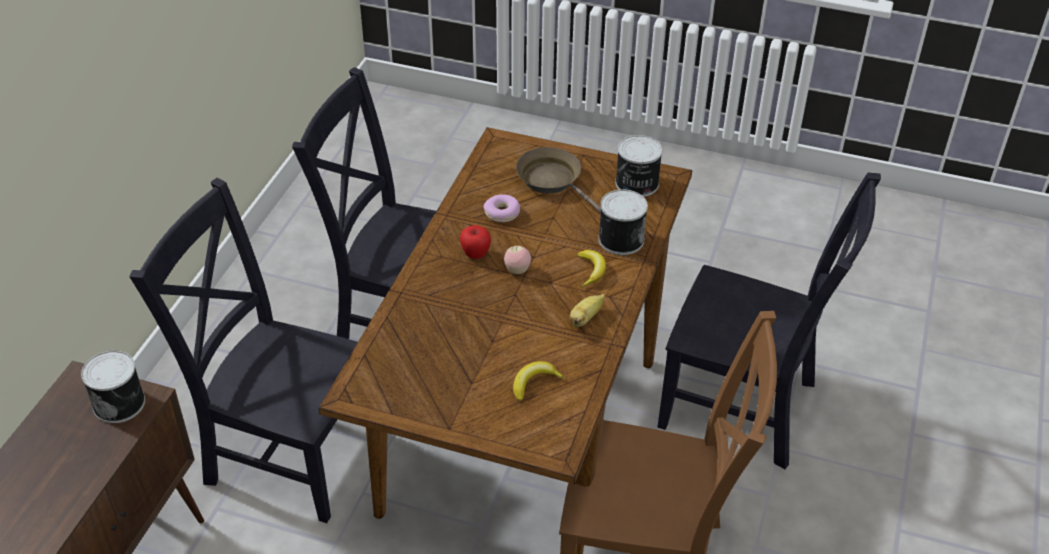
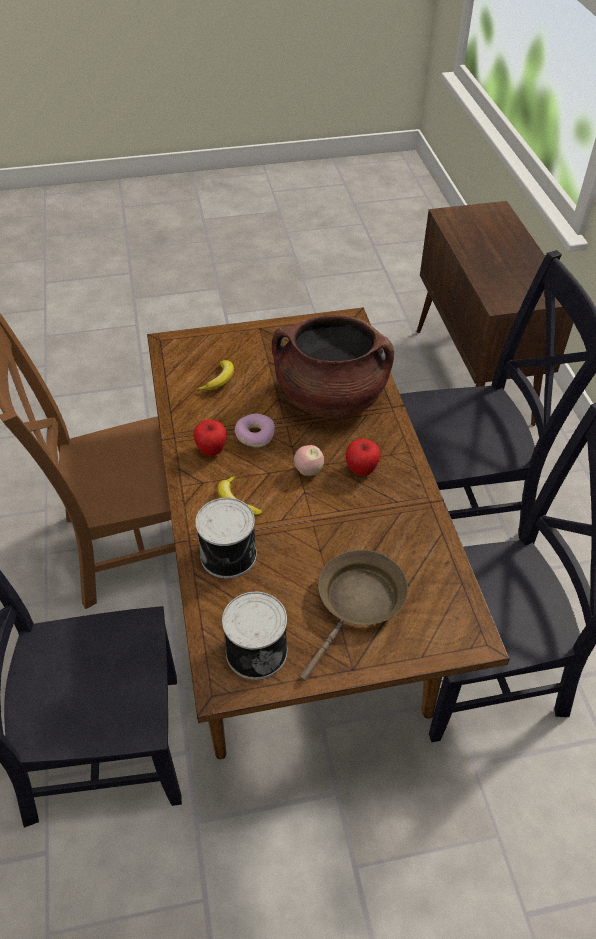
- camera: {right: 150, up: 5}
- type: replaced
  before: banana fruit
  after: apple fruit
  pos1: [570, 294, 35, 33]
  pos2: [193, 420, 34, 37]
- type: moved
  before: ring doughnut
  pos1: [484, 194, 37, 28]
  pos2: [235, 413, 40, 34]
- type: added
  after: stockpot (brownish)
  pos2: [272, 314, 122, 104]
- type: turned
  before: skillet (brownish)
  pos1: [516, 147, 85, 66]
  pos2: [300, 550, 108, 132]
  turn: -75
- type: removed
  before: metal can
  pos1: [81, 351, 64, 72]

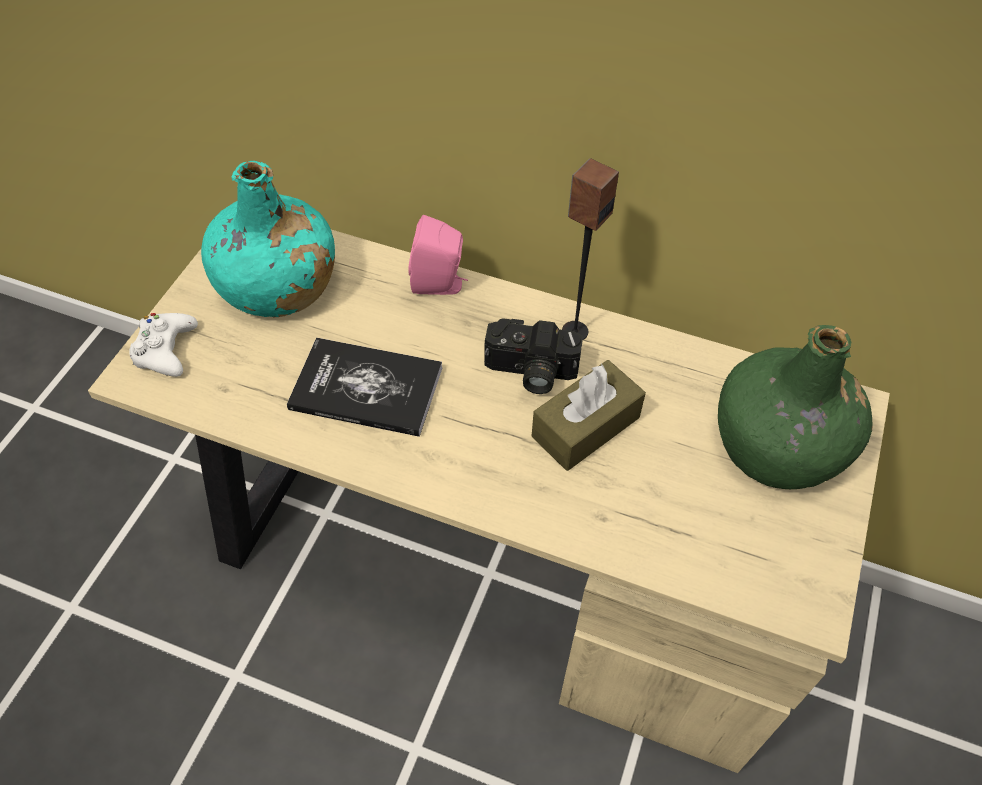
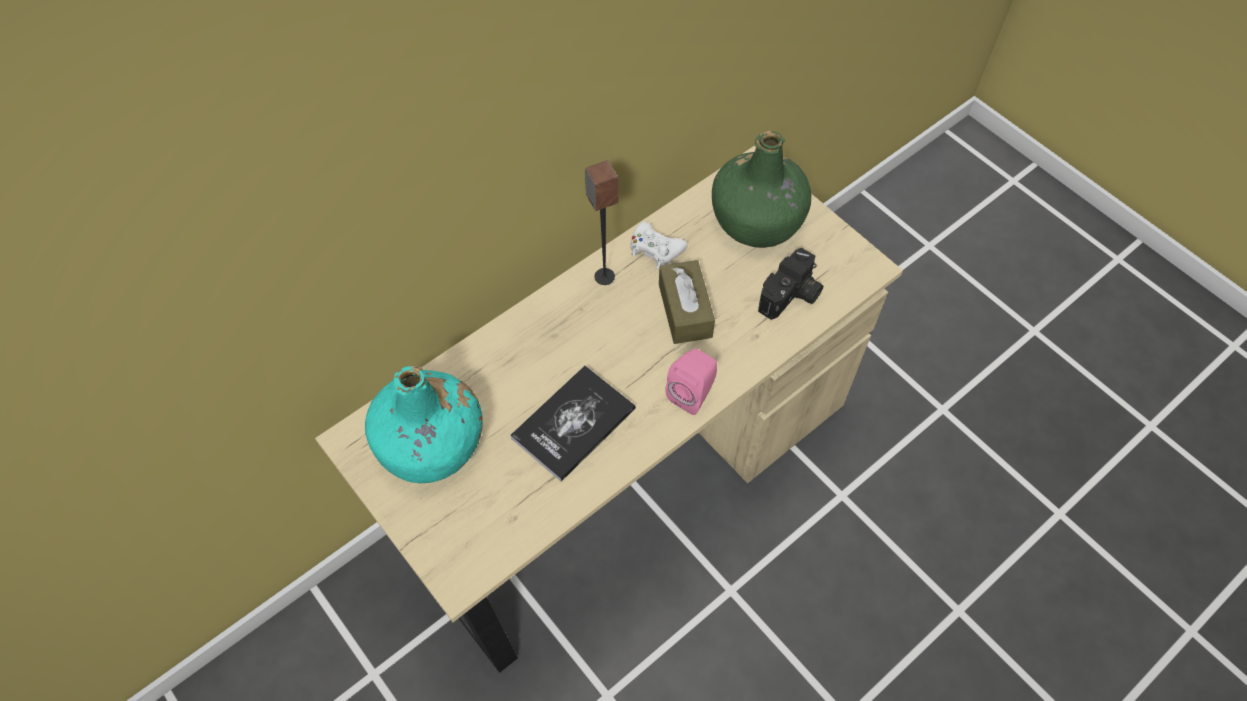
- camera: {right: -60, up: 5}
- type: moved
  before: joypad (white)
  pos1: [129, 313, 69, 64]
  pos2: [630, 221, 58, 48]
- type: moved
  before: audio speaker (pink)
  pos1: [408, 215, 60, 80]
  pos2: [665, 349, 52, 66]
- type: moved
  before: still camera
  pos1: [484, 319, 99, 75]
  pos2: [758, 248, 65, 72]

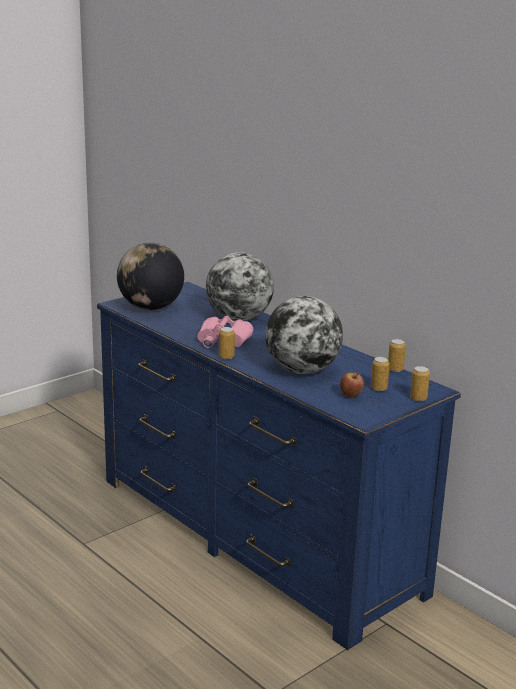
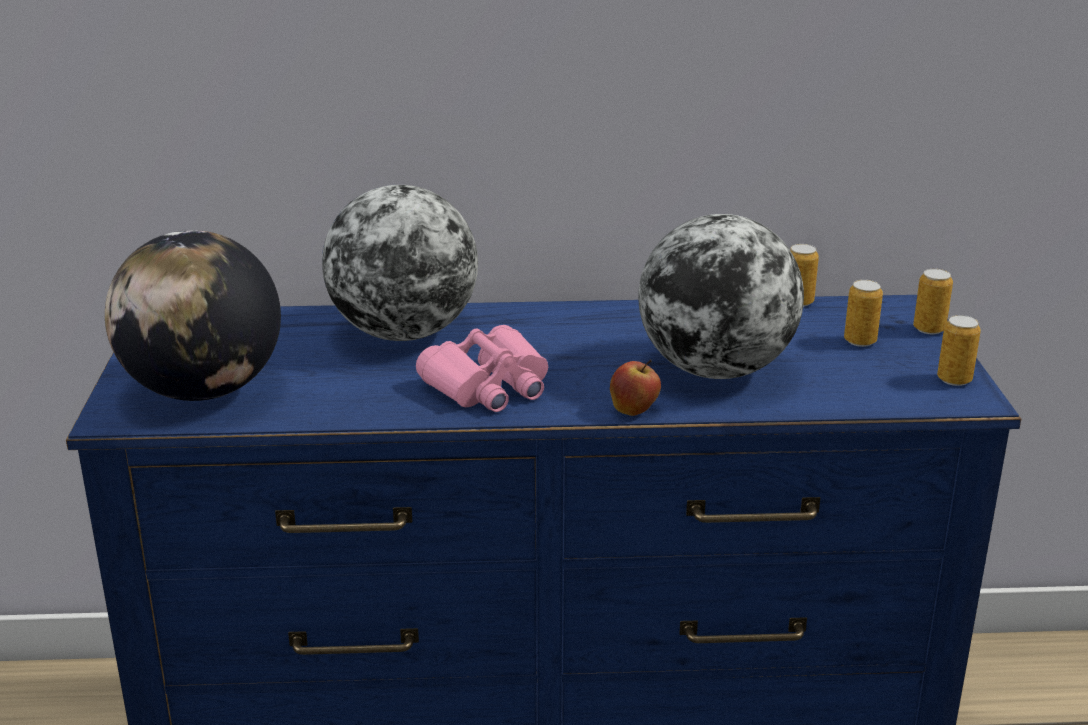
- camera: {right: -50, up: 5}
- type: moved
  before: apple fruit
  pos1: [340, 372, 24, 26]
  pos2: [610, 360, 51, 56]
- type: moved
  before: metal can
  pos1: [219, 327, 16, 32]
  pos2: [937, 315, 44, 71]

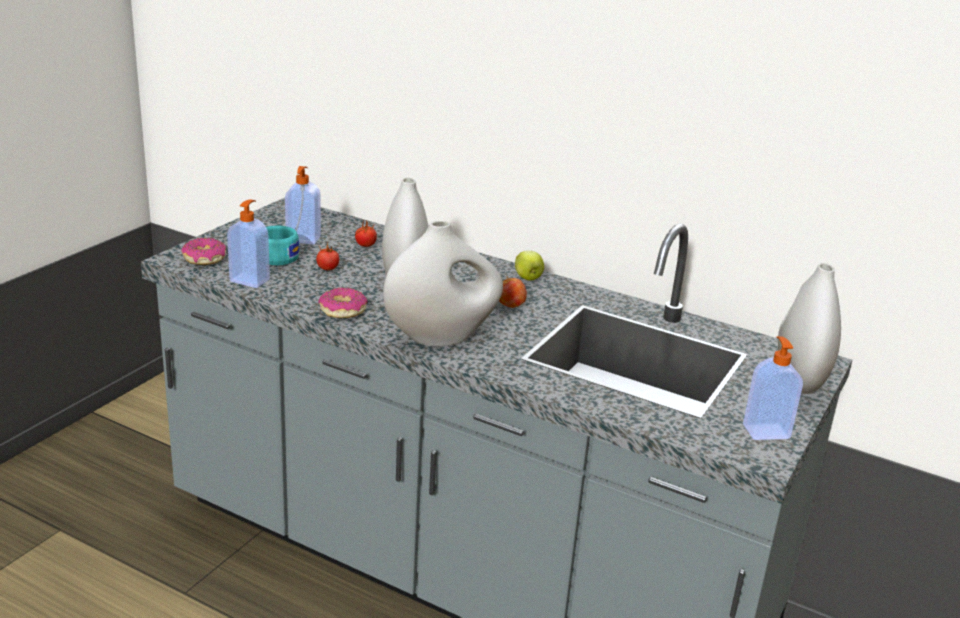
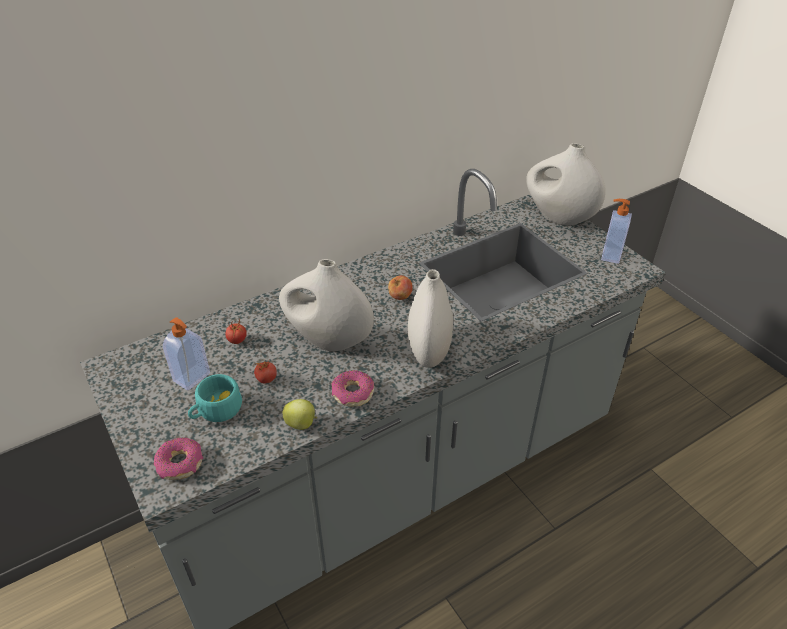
- camera: {right: -60, up: 15}
- type: moved
  before: apple fruit
  pos1: [515, 251, 29, 30]
  pos2: [283, 399, 35, 31]
- type: removed
  before: soap bottle
  pos1: [227, 199, 43, 89]

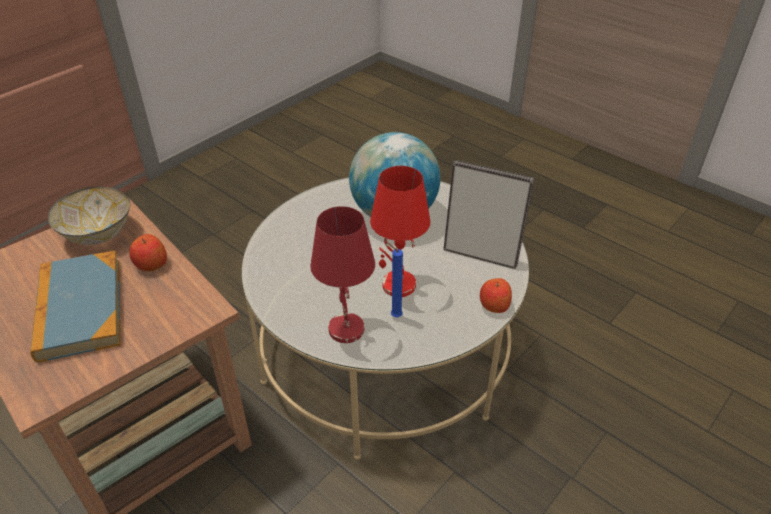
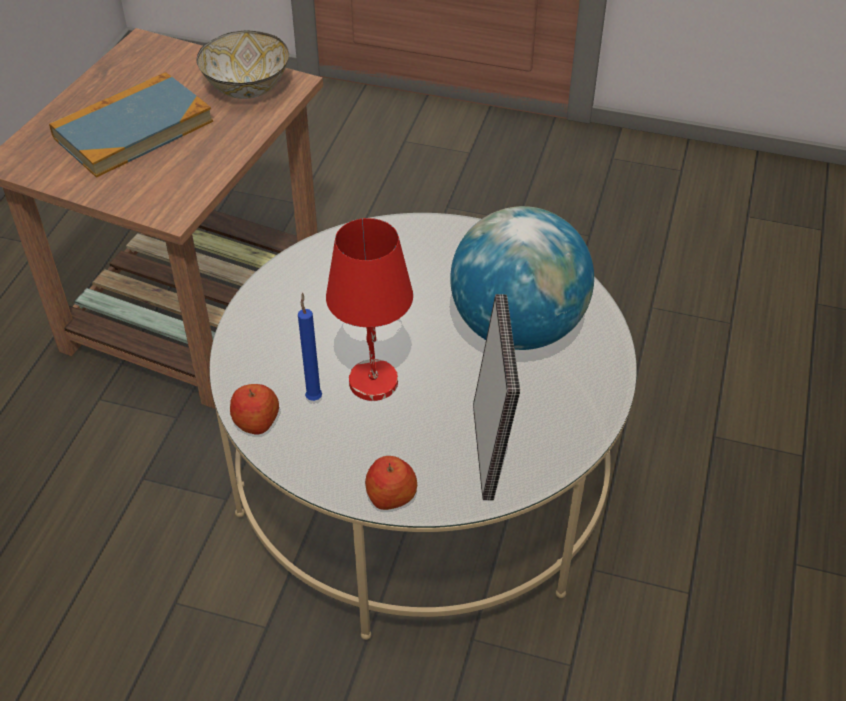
- camera: {right: 65, up: 5}
- type: moved
  before: apple fruit
  pos1: [129, 234, 38, 37]
  pos2: [230, 384, 49, 50]
- type: removed
  before: lamp for a table (red)
  pos1: [310, 206, 65, 137]

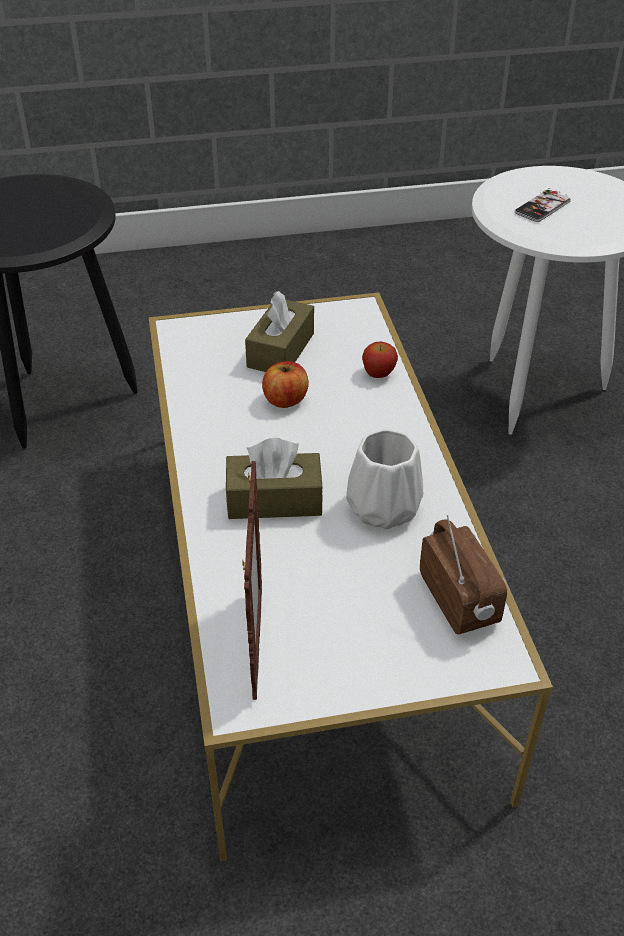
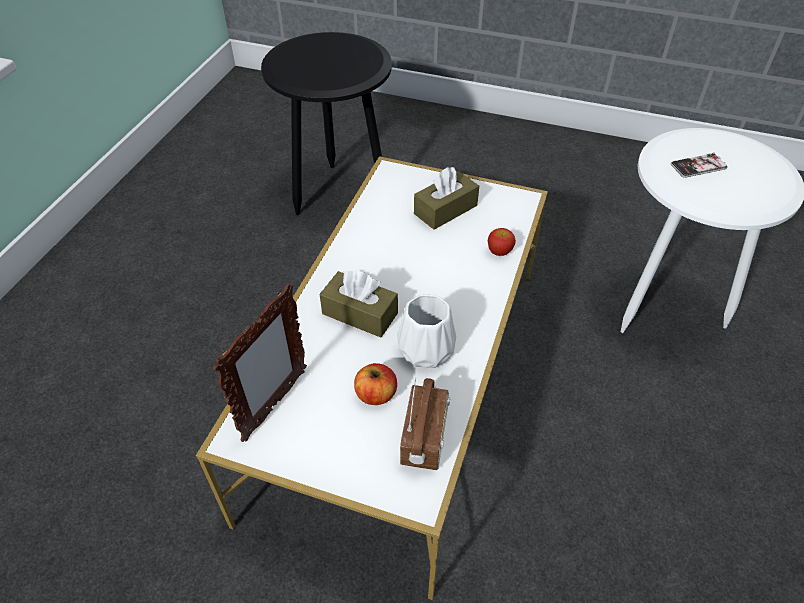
- camera: {right: 30, up: 5}
- type: moved
  before: apple fruit
  pos1: [262, 361, 47, 47]
  pos2: [354, 363, 43, 42]

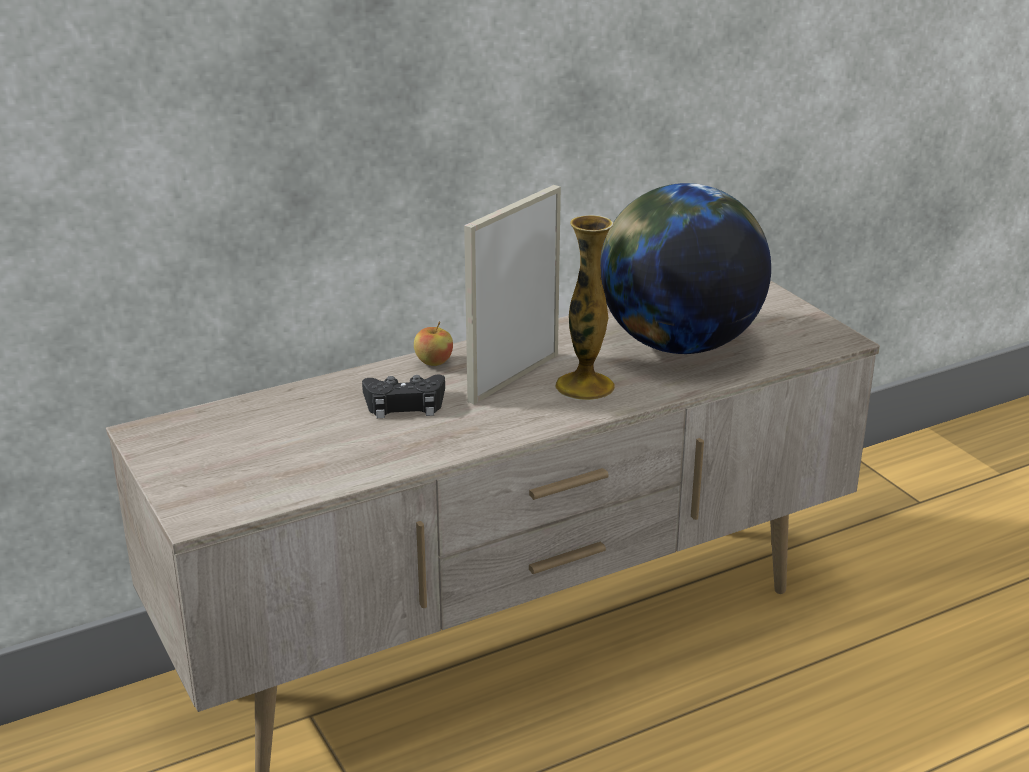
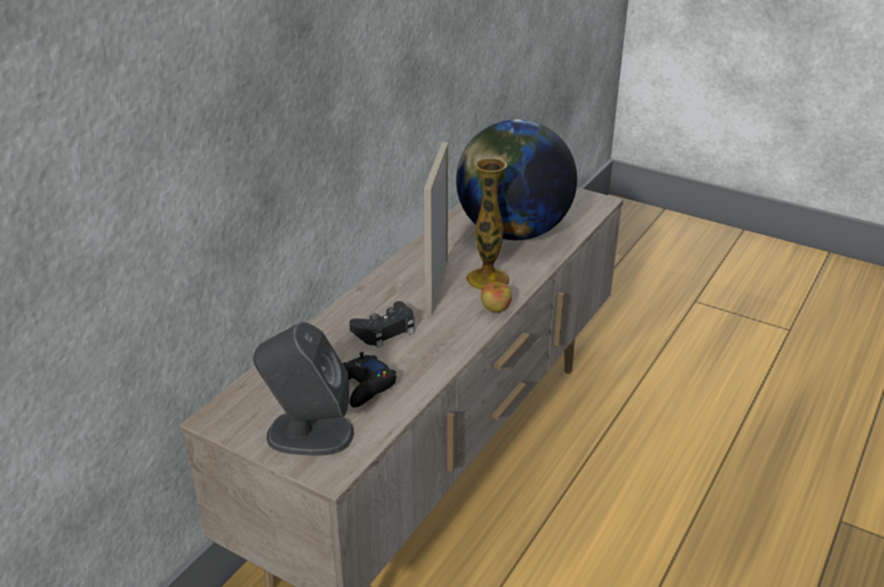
- camera: {right: -30, up: 5}
- type: added
  after: audio speaker (greyish)
  pos2: [253, 322, 101, 134]
- type: added
  after: joypad (black-coloured)
  pos2: [342, 352, 55, 56]
- type: moved
  before: apple fruit
  pos1: [414, 321, 39, 45]
  pos2: [481, 278, 31, 35]

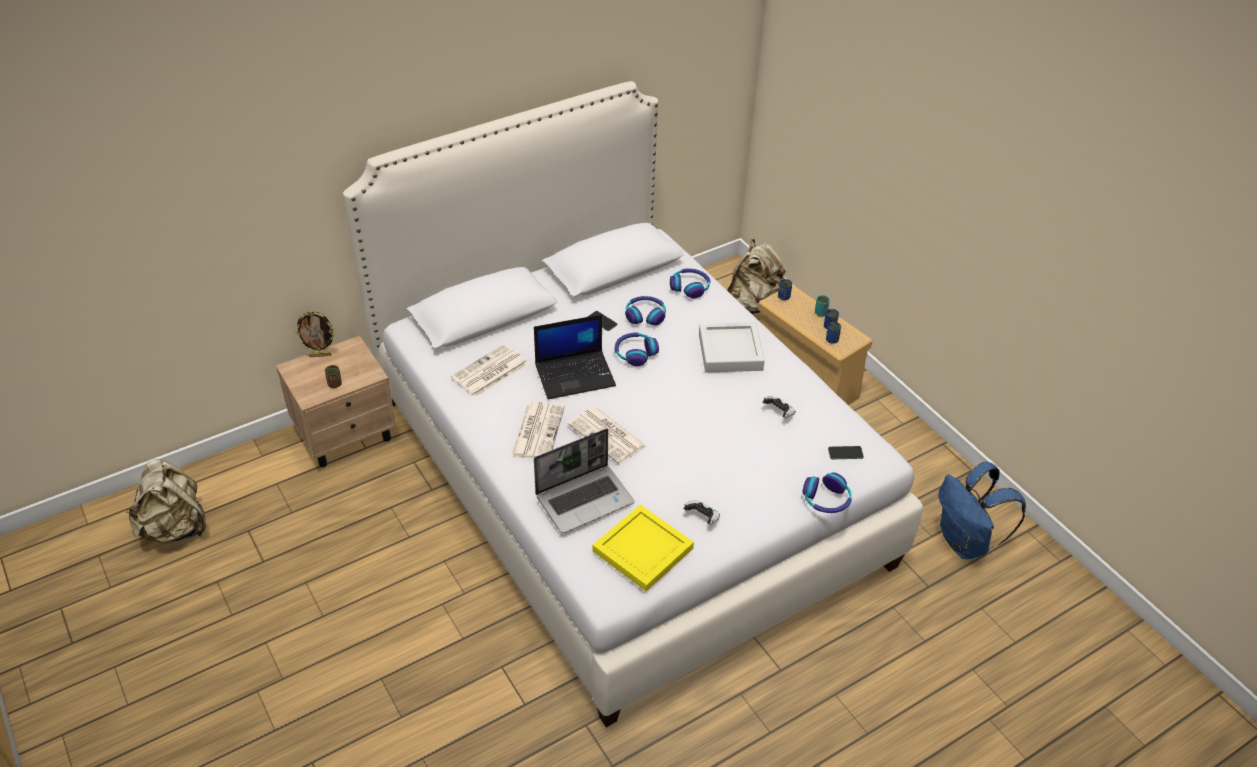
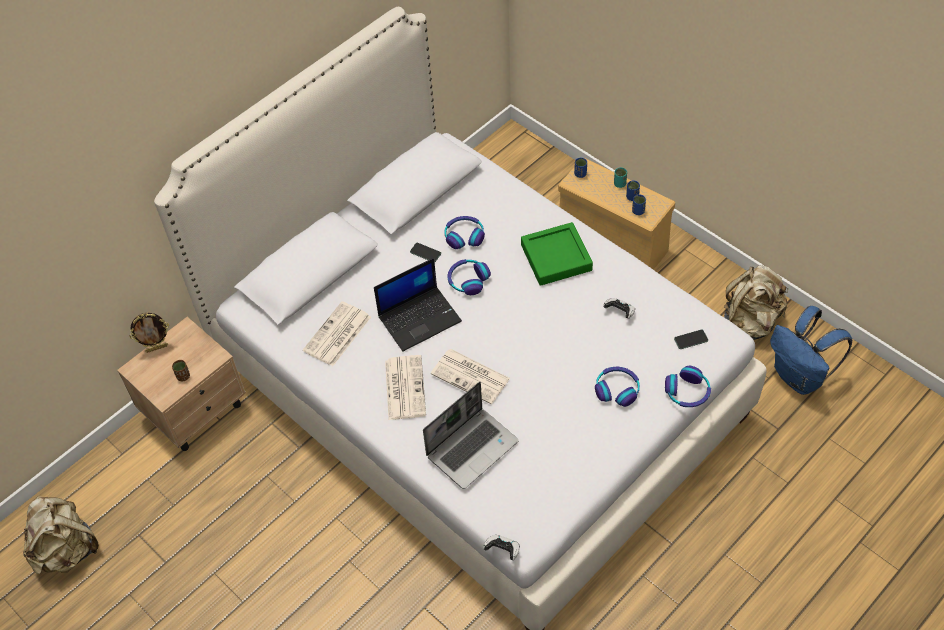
- camera: {right: -10, up: 10}
- type: moved
  before: joypad
  pos1: [683, 501, 37, 24]
  pos2: [483, 535, 37, 25]
- type: recoloured
  before: carrying tray (greyish)
  after: carrying tray (green-coloured)
  pos1: [699, 322, 66, 51]
  pos2: [521, 222, 72, 64]
- type: moved
  before: pair of headphones
  pos1: [670, 269, 40, 29]
  pos2: [595, 367, 45, 40]
- type: moved
  before: rucksack (sand-coloured)
  pos1: [727, 239, 60, 75]
  pos2: [724, 265, 65, 75]
- type: removed
  before: carrying tray (yellowish)
  pos1: [592, 505, 102, 86]

